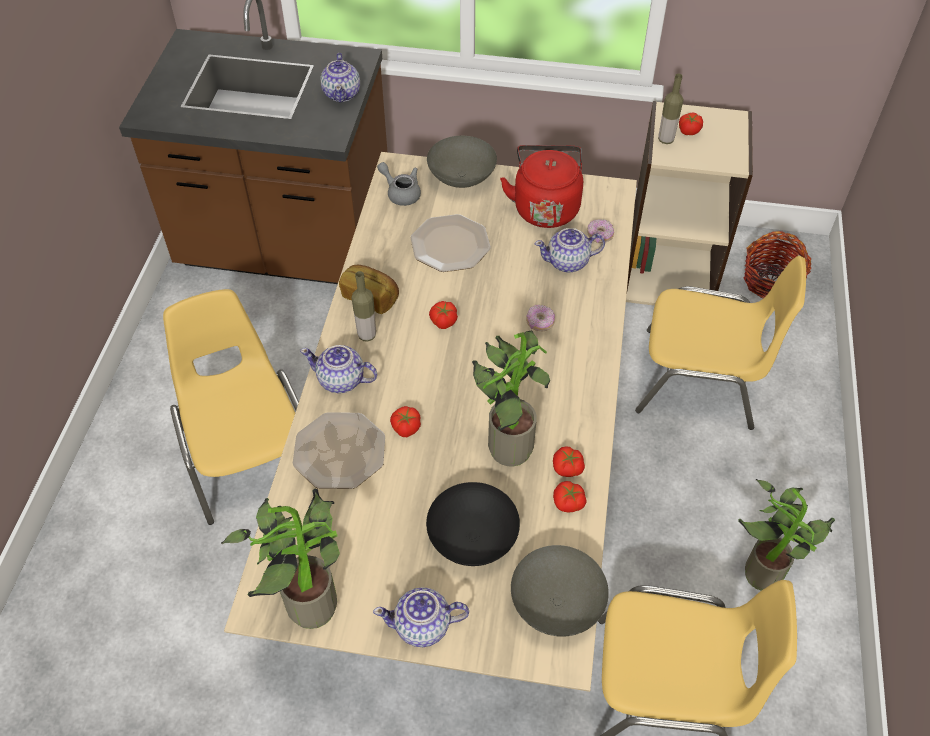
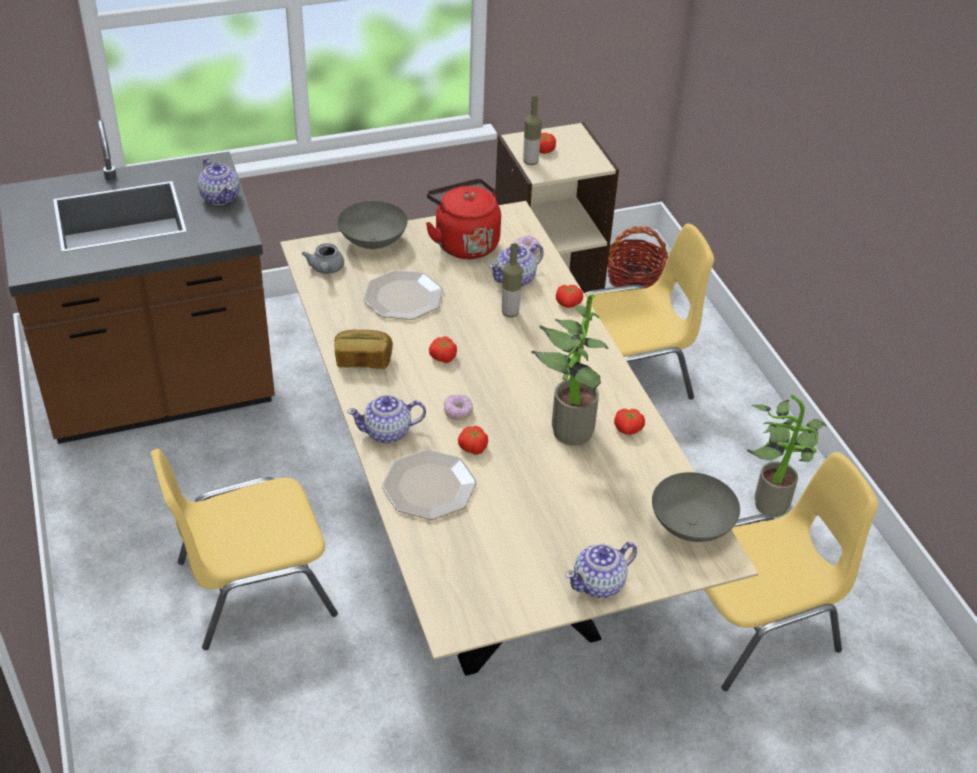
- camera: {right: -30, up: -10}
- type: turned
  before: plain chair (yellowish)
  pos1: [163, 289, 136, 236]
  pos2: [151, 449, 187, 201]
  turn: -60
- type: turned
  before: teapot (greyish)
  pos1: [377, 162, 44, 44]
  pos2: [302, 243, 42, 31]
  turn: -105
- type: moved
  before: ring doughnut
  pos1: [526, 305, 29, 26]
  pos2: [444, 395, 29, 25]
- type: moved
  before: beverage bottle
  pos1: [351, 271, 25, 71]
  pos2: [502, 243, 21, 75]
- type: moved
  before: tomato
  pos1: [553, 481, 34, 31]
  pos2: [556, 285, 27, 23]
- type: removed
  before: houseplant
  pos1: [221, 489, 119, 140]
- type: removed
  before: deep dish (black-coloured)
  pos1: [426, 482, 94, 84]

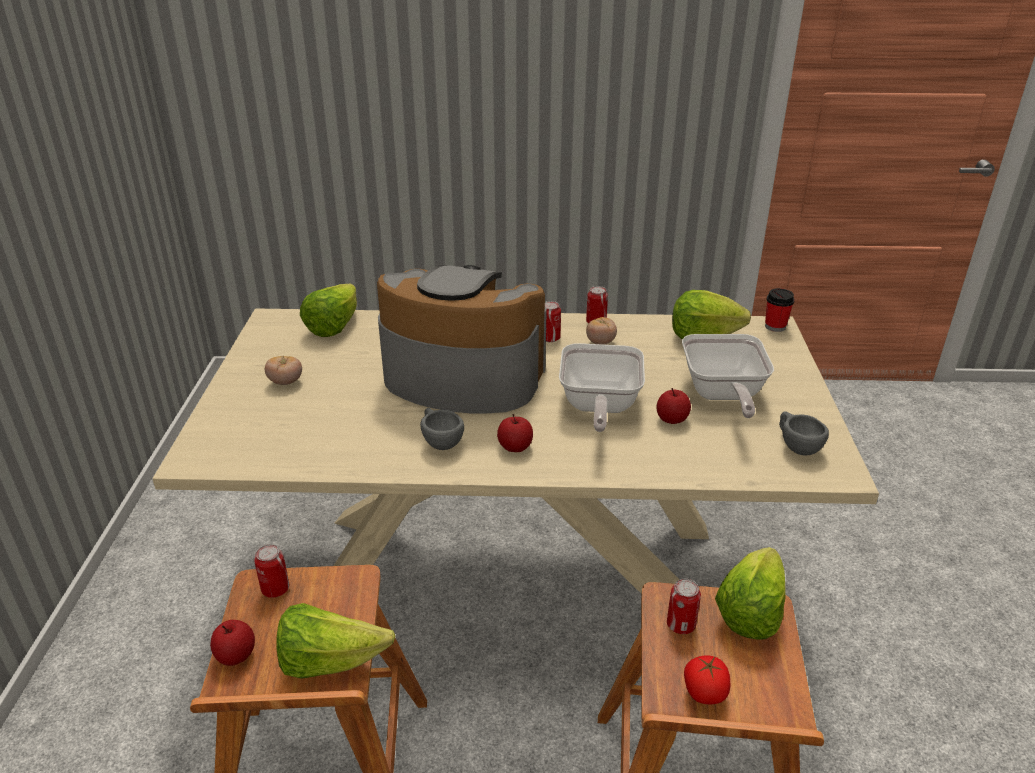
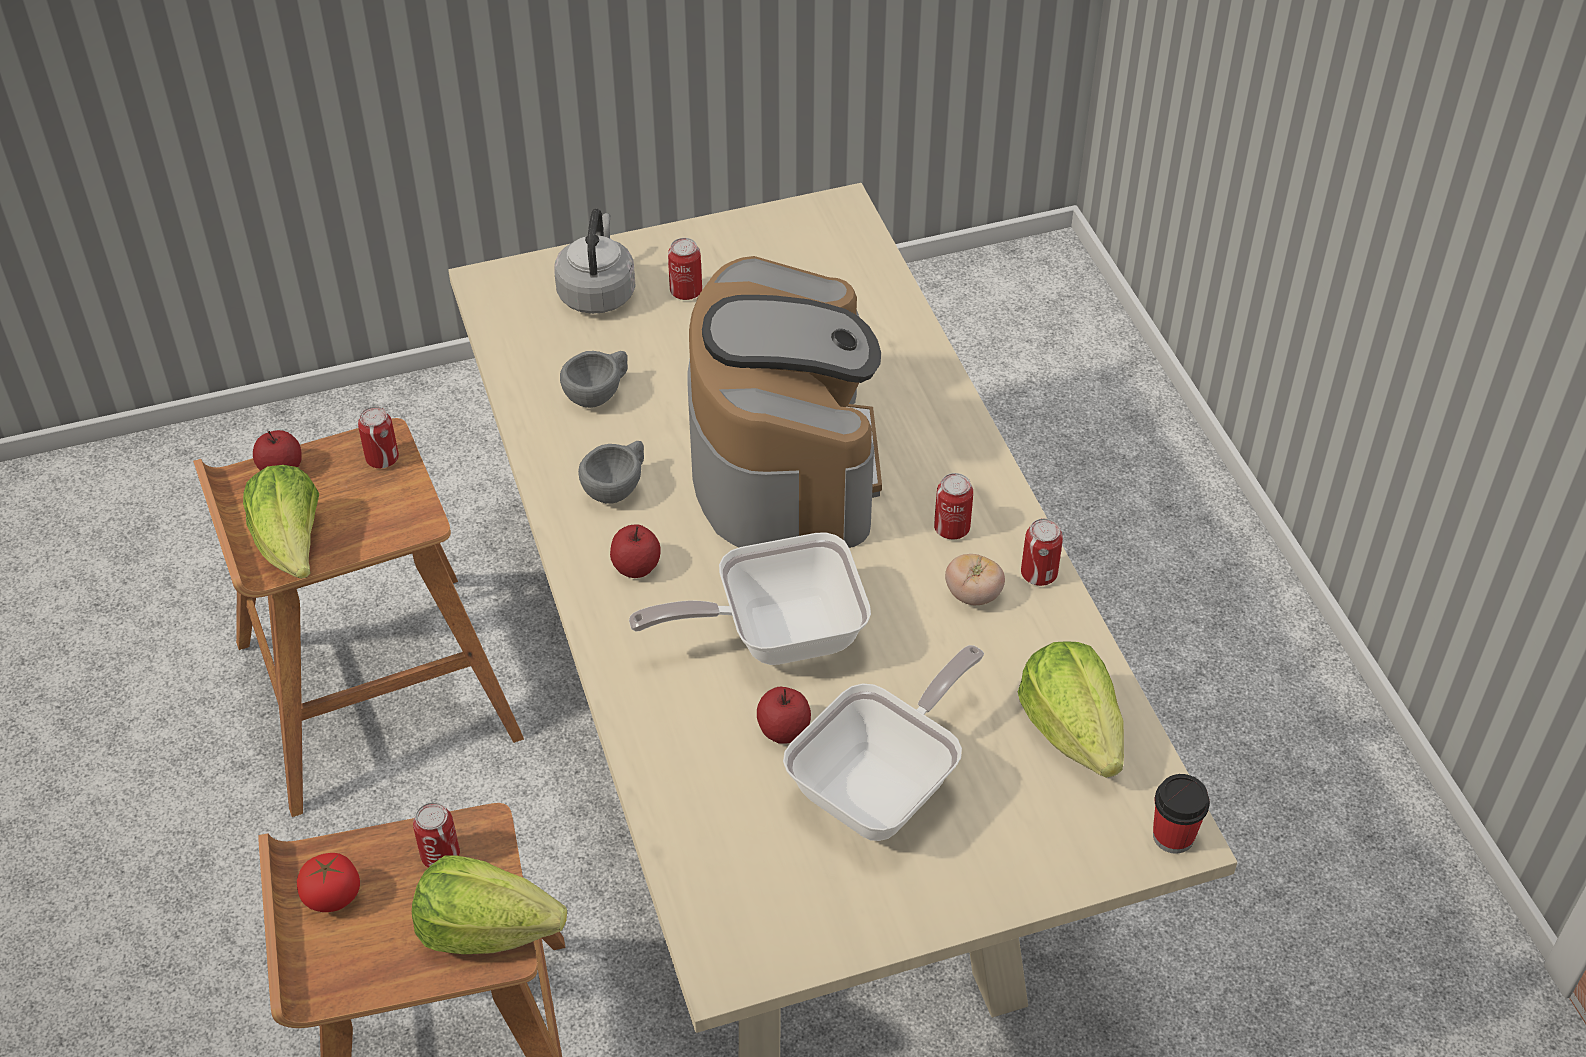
- camera: {right: 70, up: 15}
- type: added
  after: tea kettle (greyish)
  pos2: [554, 209, 82, 105]
- type: moved
  before: cup (greyish)
  pos1: [779, 411, 50, 44]
  pos2: [560, 351, 68, 57]
- type: replaced
  before: tomato
  after: metal can
  pos1: [265, 356, 37, 29]
  pos2: [668, 238, 34, 62]
- type: turned
  before: skillet
  pos1: [682, 334, 92, 84]
  pos2: [783, 645, 201, 196]
  turn: 150
- type: removed
  before: head of lettuce
  pos1: [300, 284, 57, 53]

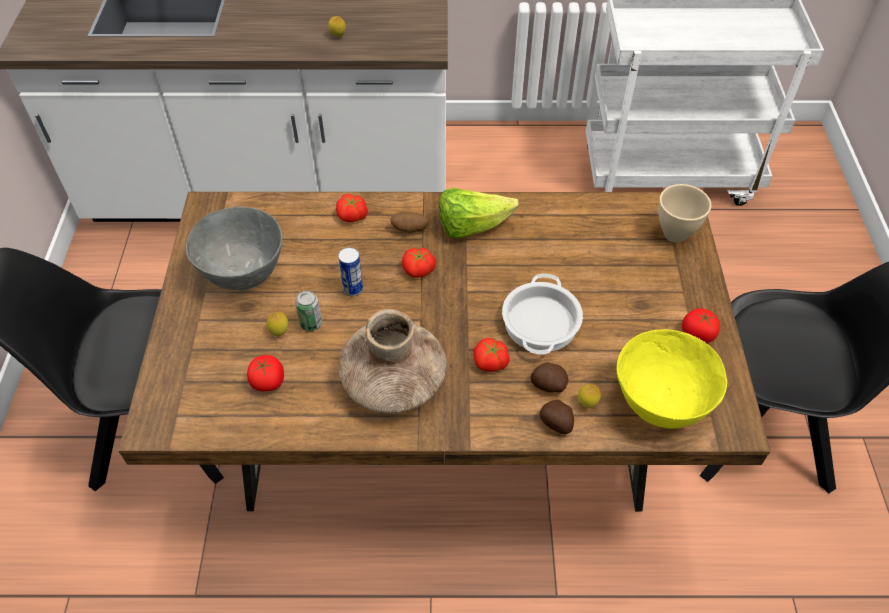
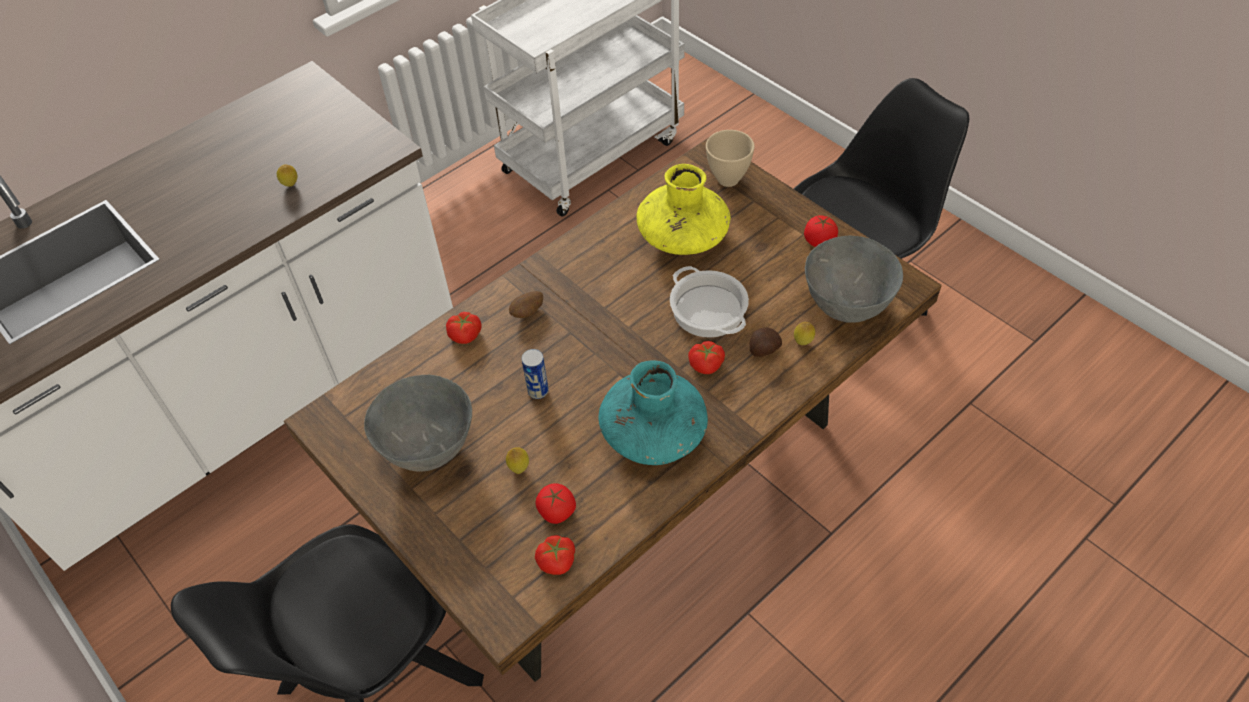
- camera: {right: -40, up: 0}
- type: moved
  before: tomato
  pos1: [402, 248, 34, 30]
  pos2: [535, 535, 40, 40]
- type: recoloured
  before: decorative vase (brownish)
  after: decorative vase (blue-green)
  pos1: [338, 309, 109, 105]
  pos2: [598, 360, 110, 105]
- type: added
  after: decorative vase (yellowish)
  pos2: [637, 164, 94, 91]
- type: recoloured
  before: deep dish (yellowish)
  after: deep dish (greyish)
  pos1: [616, 329, 111, 100]
  pos2: [805, 236, 98, 87]
- type: removed
  before: metal can
  pos1: [295, 290, 27, 41]
- type: removed
  before: head of lettuce
  pos1: [439, 188, 80, 51]
- type: removed
  before: potato
  pos1: [540, 400, 34, 34]

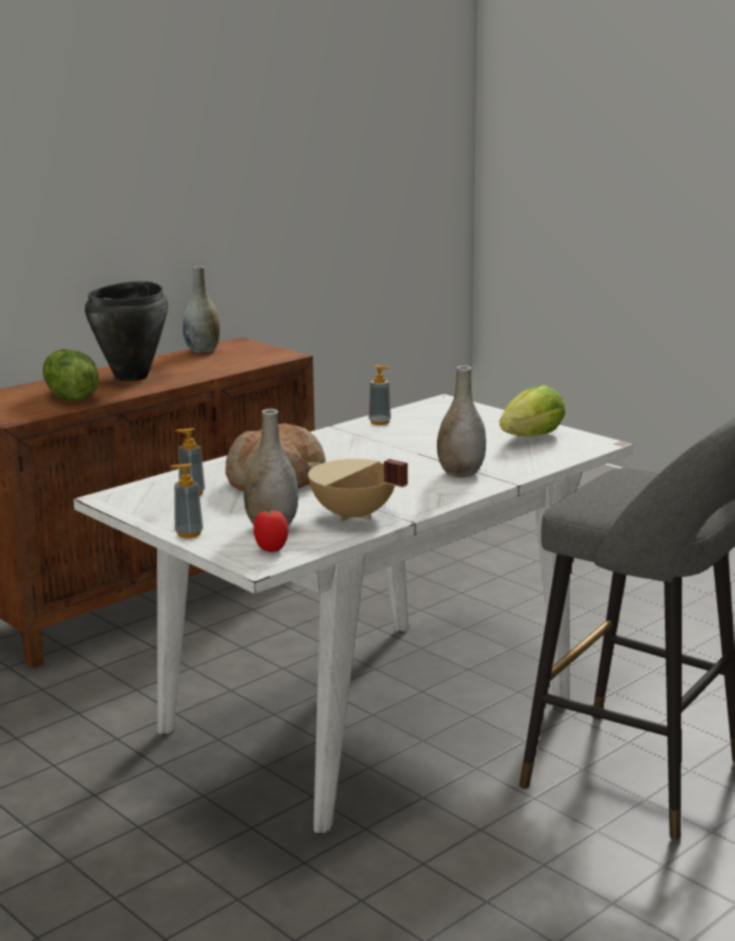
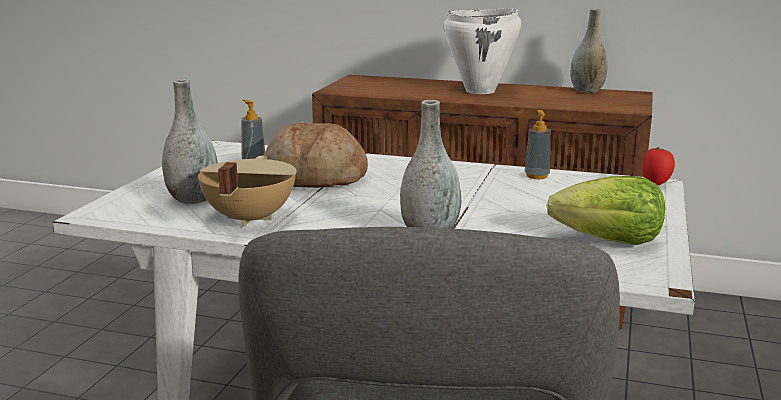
- camera: {right: 60, up: 0}
- type: recoloured
  before: stockpot (black-coloured)
  after: stockpot (white)
  pos1: [85, 281, 83, 100]
  pos2: [444, 8, 77, 86]
- type: moved
  before: tomato
  pos1: [254, 510, 34, 42]
  pos2: [642, 147, 33, 38]
- type: removed
  before: head of lettuce
  pos1: [43, 349, 56, 51]
- type: removed
  before: soap bottle
  pos1: [170, 463, 33, 75]

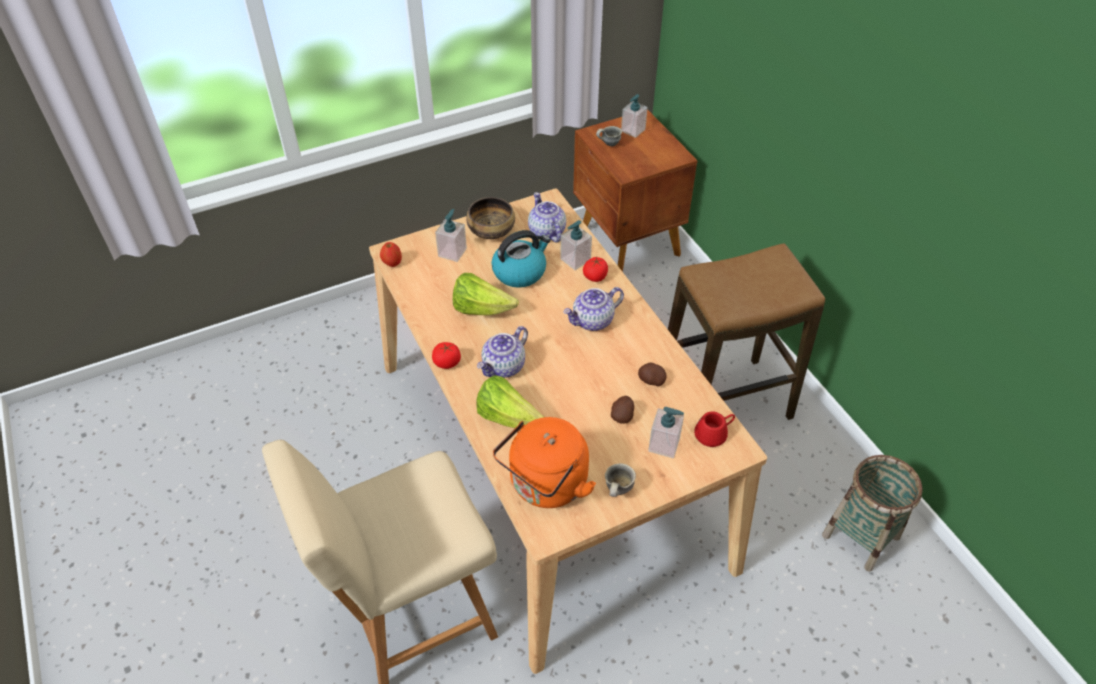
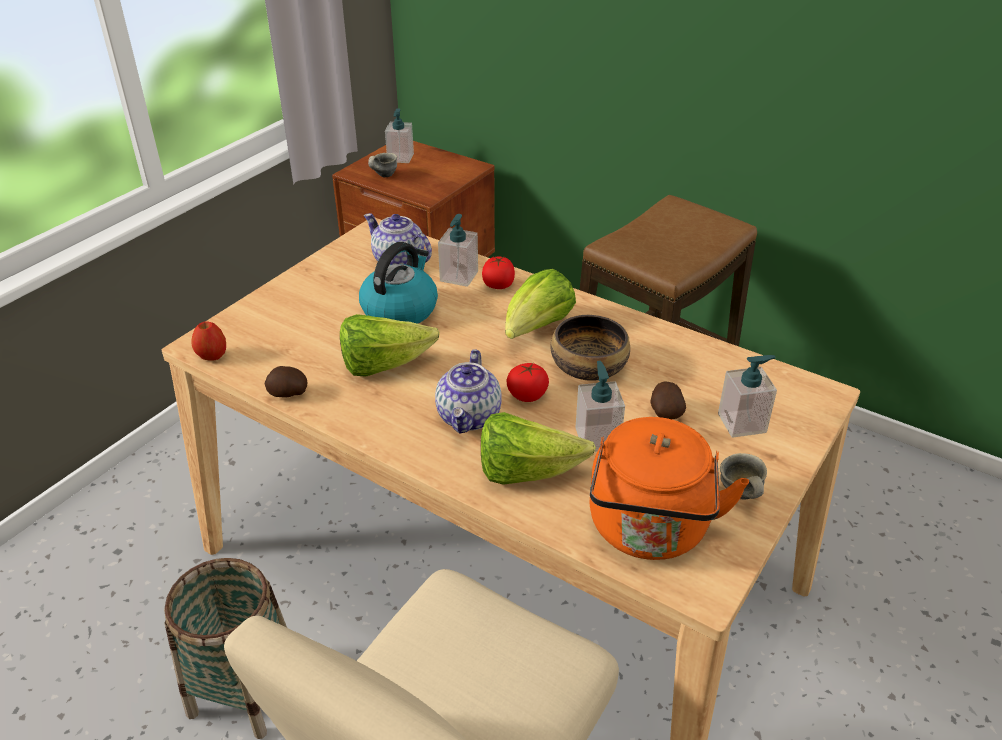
- camera: {right: -30, up: -10}
- type: moved
  before: storage basket
  pos1: [822, 455, 101, 117]
  pos2: [164, 558, 123, 181]
- type: moved
  before: potato
  pos1: [638, 362, 29, 24]
  pos2: [264, 366, 44, 31]
- type: replaced
  before: teapot
  after: head of lettuce
  pos1: [563, 287, 61, 44]
  pos2: [505, 269, 71, 70]
- type: moved
  before: tomato
  pos1: [432, 342, 29, 27]
  pos2: [507, 362, 42, 40]
- type: moved
  before: deep dish
  pos1: [466, 197, 49, 42]
  pos2: [551, 315, 79, 66]
- type: moved
  before: soap bottle
  pos1: [435, 209, 32, 53]
  pos2: [575, 361, 50, 91]
- type: removed
  before: coffee mug (red)
  pos1: [694, 412, 41, 35]

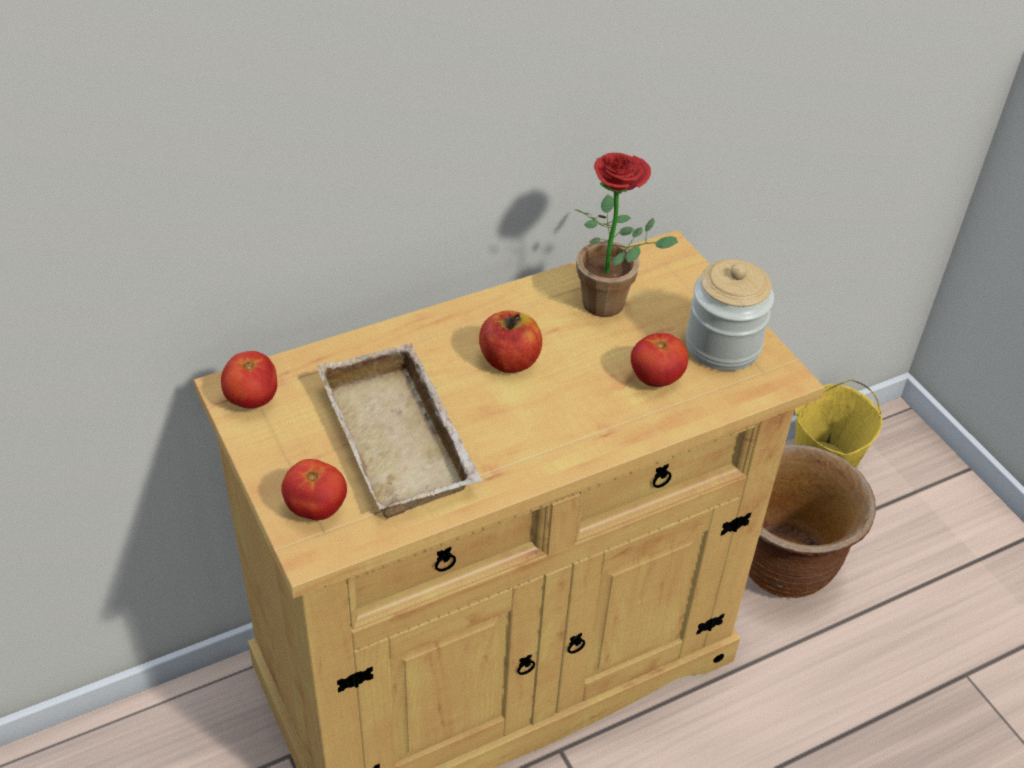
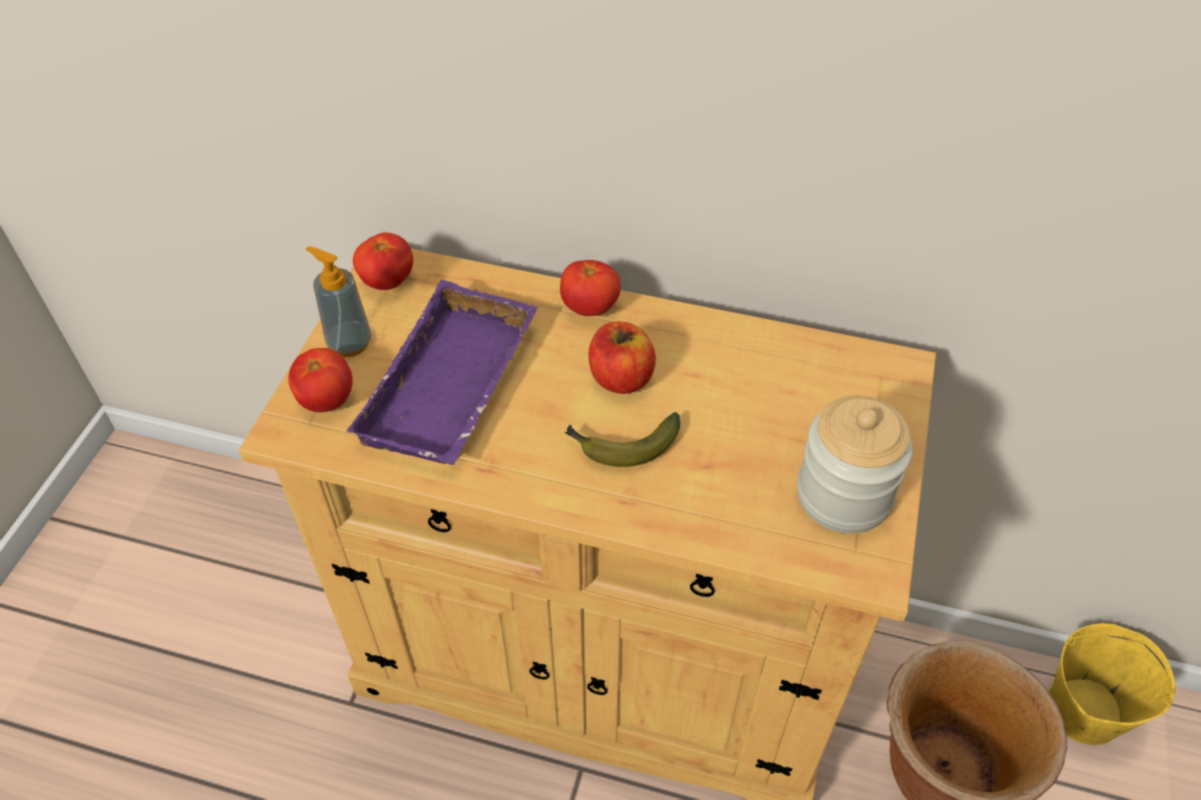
- camera: {right: 45, up: 5}
- type: added
  after: soap bottle
  pos2: [306, 246, 65, 111]
- type: recoloured
  before: carrying tray (sand-coloured)
  after: carrying tray (purple-coloured)
  pos1: [317, 343, 165, 175]
  pos2: [347, 280, 191, 186]
- type: moved
  before: tomato
  pos1: [631, 333, 57, 54]
  pos2: [560, 260, 61, 56]
- type: added
  after: banana fruit
  pos2: [565, 412, 115, 55]
- type: removed
  before: houseplant
  pos1: [574, 153, 104, 164]

